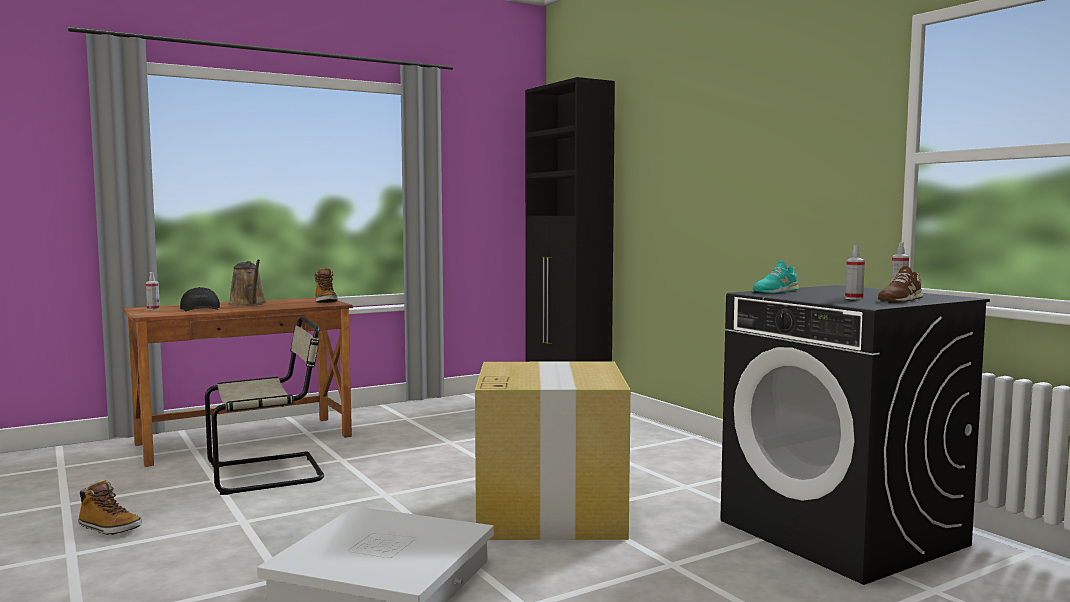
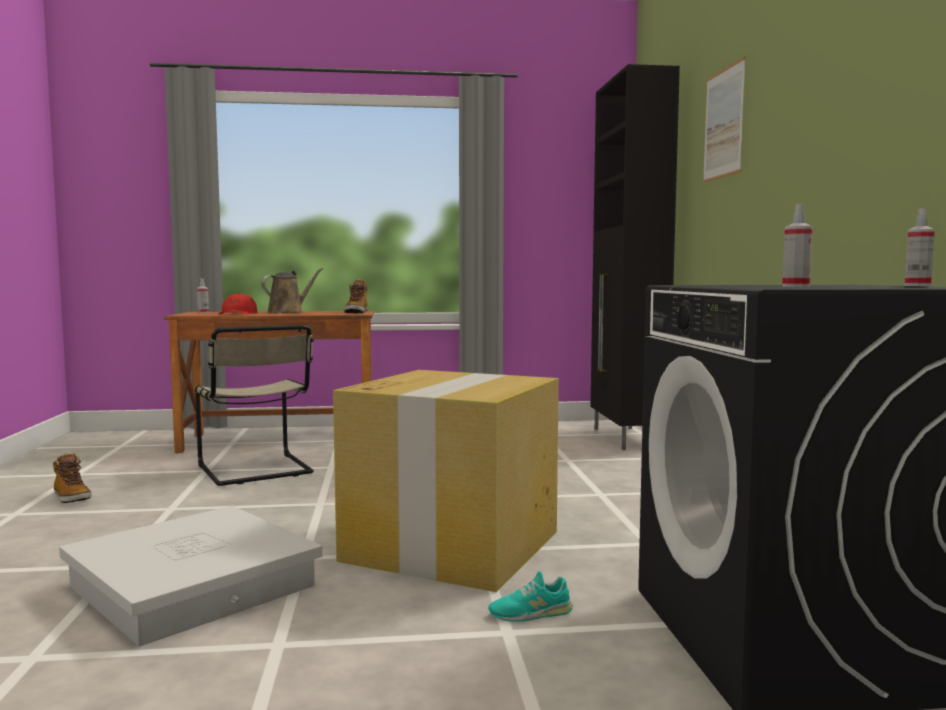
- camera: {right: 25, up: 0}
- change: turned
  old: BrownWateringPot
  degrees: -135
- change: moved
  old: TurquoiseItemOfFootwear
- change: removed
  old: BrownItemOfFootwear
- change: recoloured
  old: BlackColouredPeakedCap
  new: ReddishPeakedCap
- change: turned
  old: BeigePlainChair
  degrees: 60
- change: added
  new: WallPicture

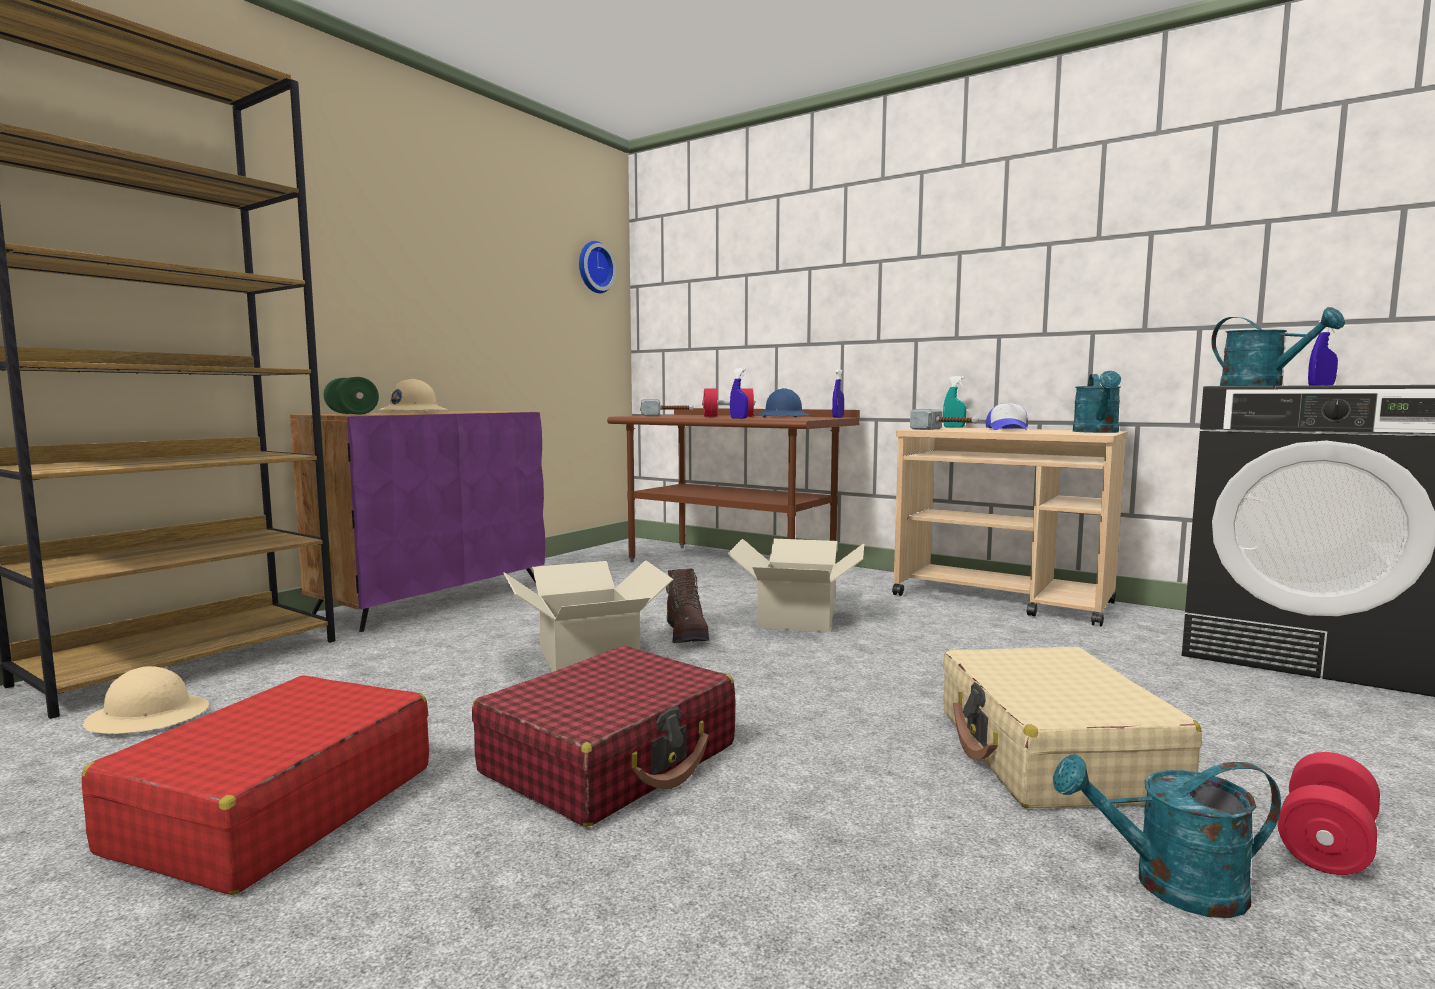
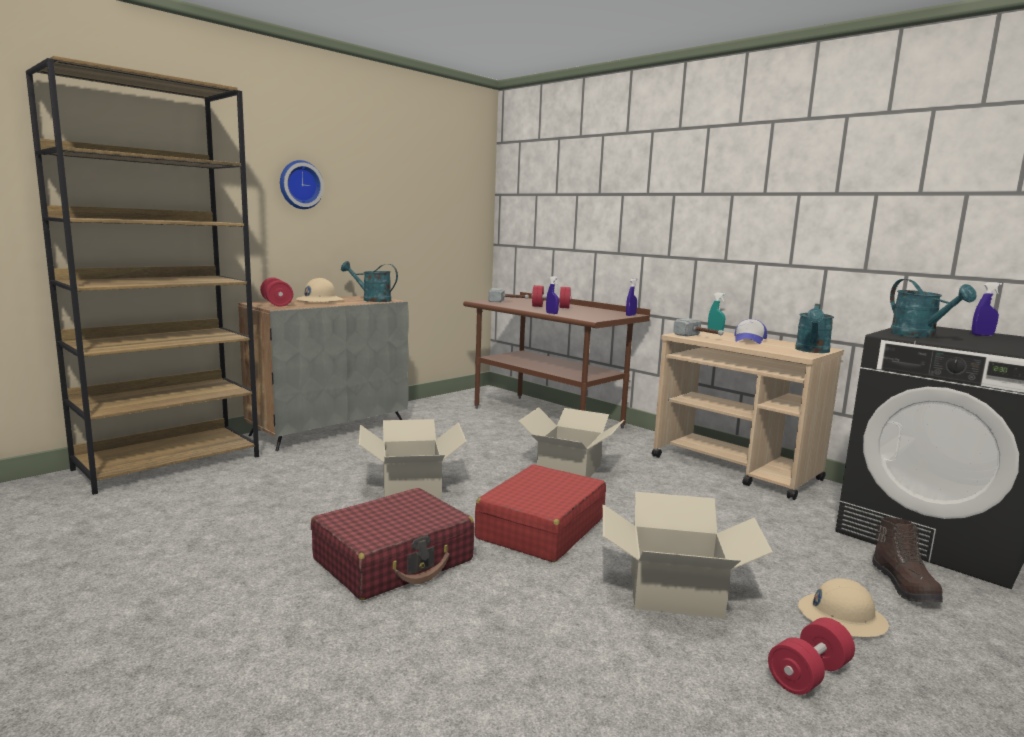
- camera: {right: 10, up: 5}
- change: moved
  old: ClockOnTheWall
- change: recoloured
  old: GreenColouredFreeWeight
  new: ReddishFreeWeight (1st from left)
- change: removed
  old: BluishHardHat
- change: recoloured
  old: PurplishCupboard
  new: GreyCupboard
- change: moved
  old: BrownTallBoot
- change: replaced
  old: BeigeTravelCase
  new: PackingBox (3rd from left)
- change: moved
  old: BeigeHardHat (1st from left in the first image)
  new: BeigeHardHat (2nd from left)
- change: moved
  old: ReddishTravelCase (1st from left in the first image)
  new: ReddishTravelCase (2nd from left)
- change: moved
  old: TurquoiseWateringPot (2nd from left in the first image)
  new: TurquoiseWateringPot (1st from left)

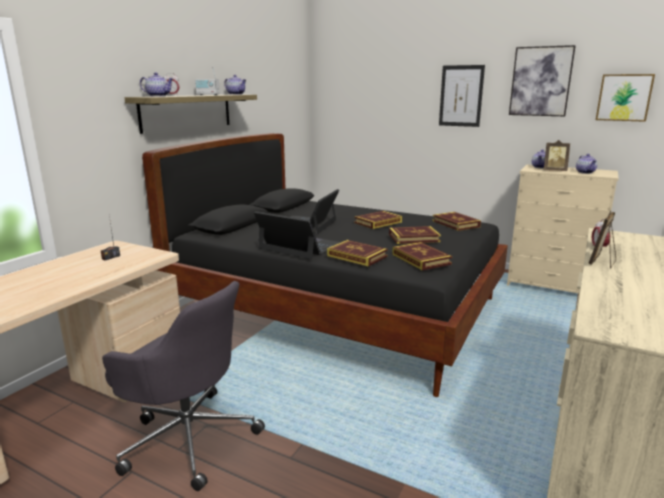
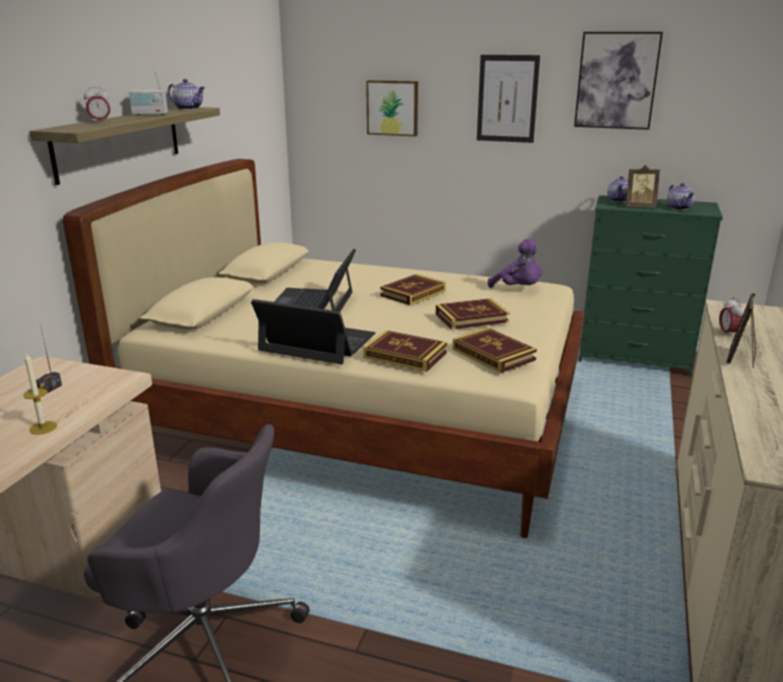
- camera: {right: -10, up: 5}
- change: removed
  old: PotForTea (1st from left)
- change: moved
  old: WallPicture (3rd from left in the first image)
  new: WallPicture (1st from left)
- change: recoloured
  old: BlackColouredBedroomBed
  new: BeigeBedroomBed
- change: recoloured
  old: BeigeDrawerChest (1st from left)
  new: GreenColouredDrawerChest
- change: replaced
  old: BoundBook (5th from left)
  new: PurplishPlushToy
- change: added
  new: Candle

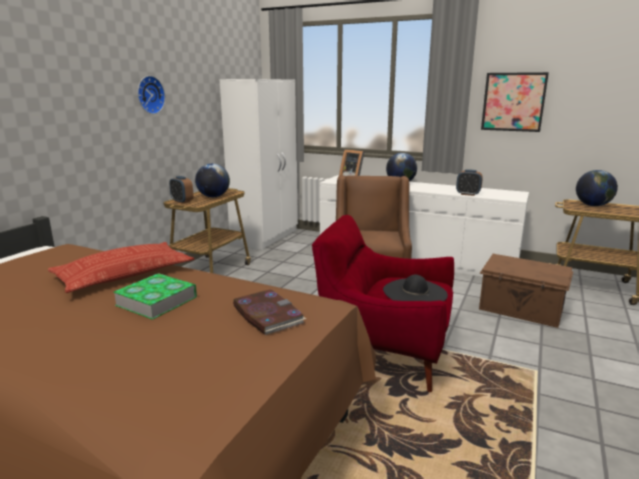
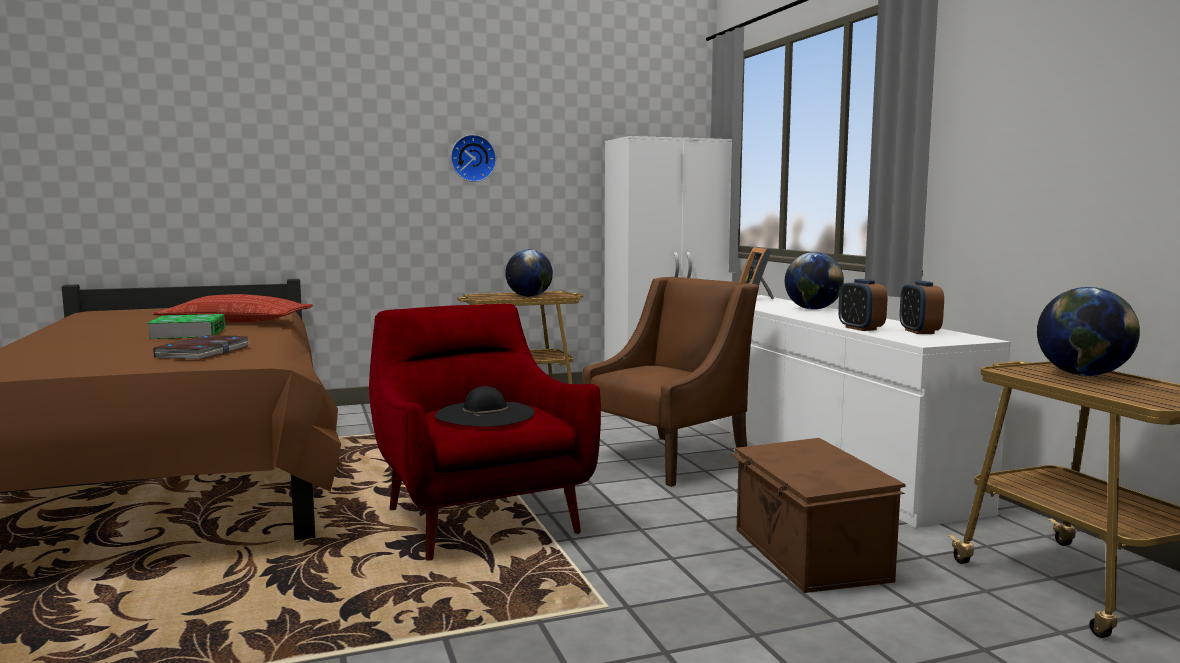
- camera: {right: 45, up: -10}
- change: removed
  old: WallPicture
- change: moved
  old: AlarmClock (1st from left in the first image)
  new: AlarmClock (2nd from left)

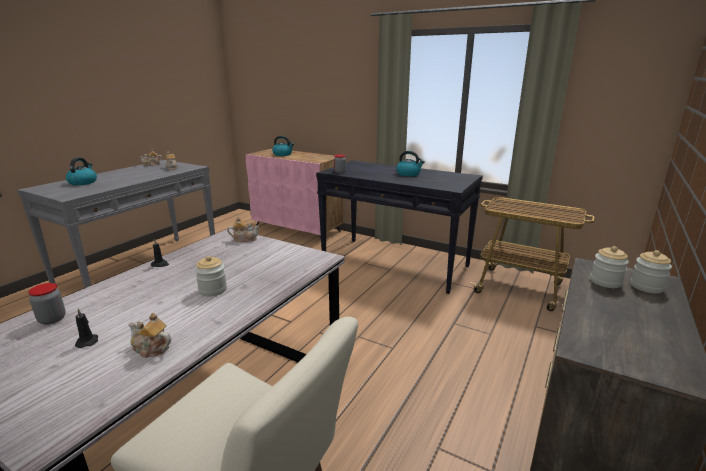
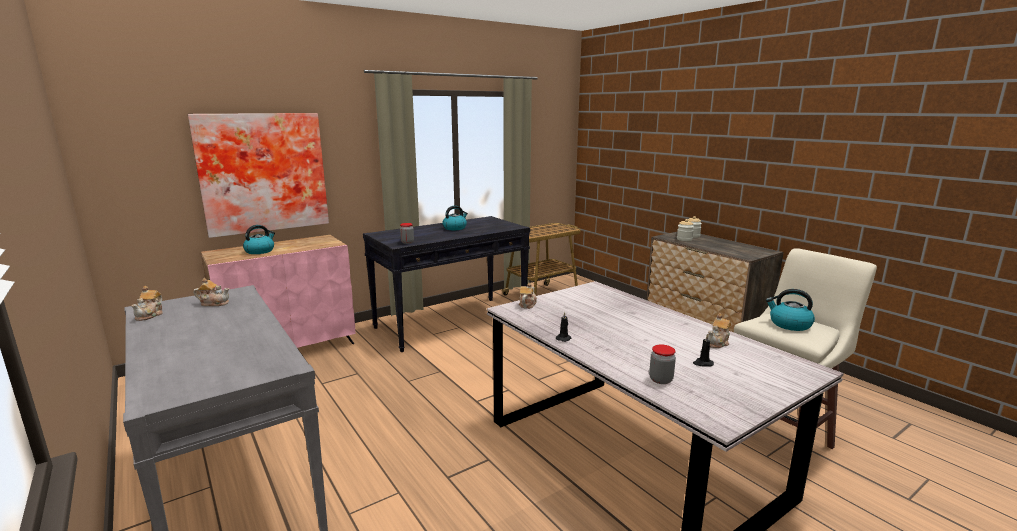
- camera: {right: -65, up: -5}
- change: moved
  old: Kettle (1st from left in the first image)
  new: Kettle (3rd from left)
- change: removed
  old: PreserveJar (2nd from left)
- change: added
  new: WallPicture

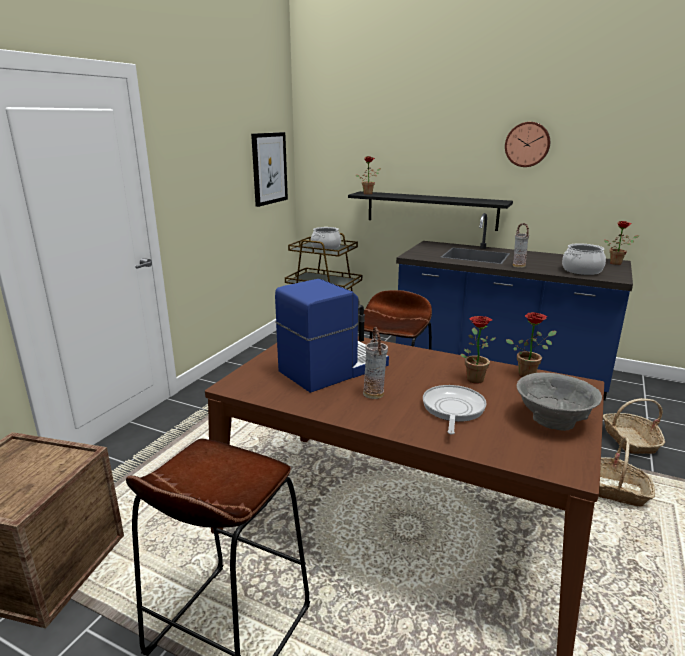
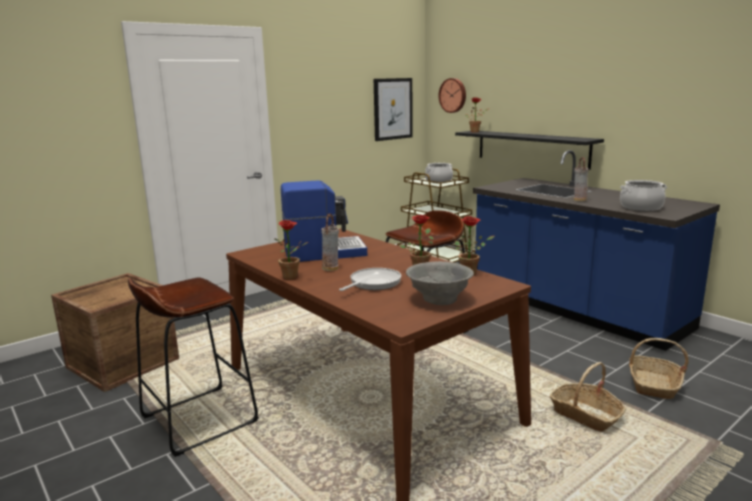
- camera: {right: 25, up: -5}
- change: moved
  old: ClockOnTheWall
- change: moved
  old: PottedPlant (4th from left in the first image)
  new: PottedPlant (1st from left)

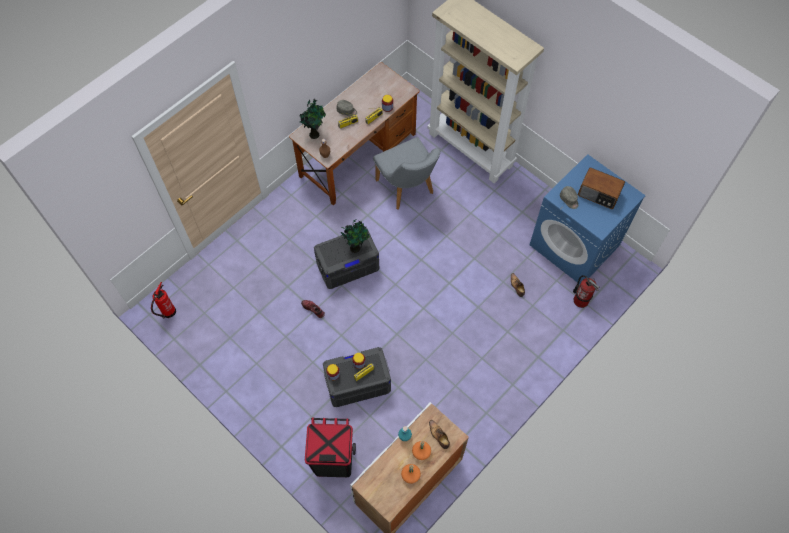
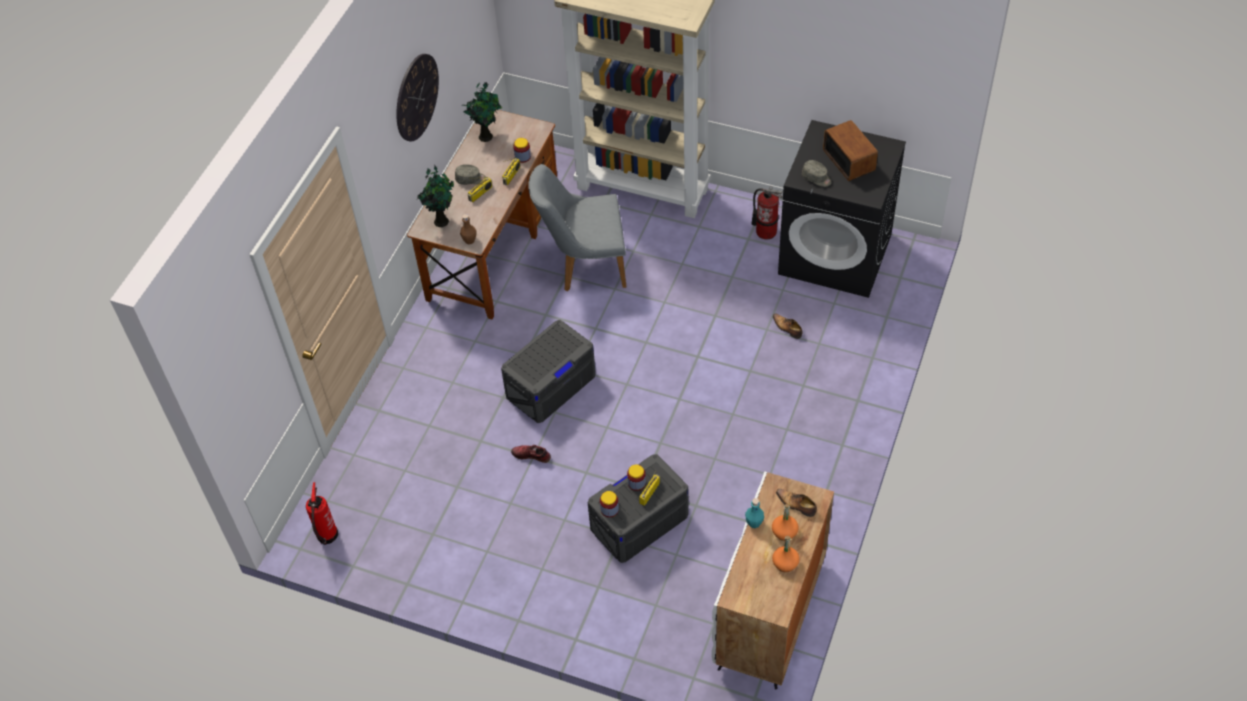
- camera: {right: -20, up: -10}
- change: turned
  old: GreyPlainChair
  degrees: 135
- change: recoloured
  old: BluishWashingMachine
  new: BlackColouredWashingMachine
- change: turned
  old: RadioReceiver (4th from left)
  degrees: -120
- change: moved
  old: PottedPlant (2nd from left)
- change: moved
  old: Extinguisher (2nd from left)
- change: removed
  old: BlackColouredRubbishBin
- change: added
  new: ClockOnTheWall

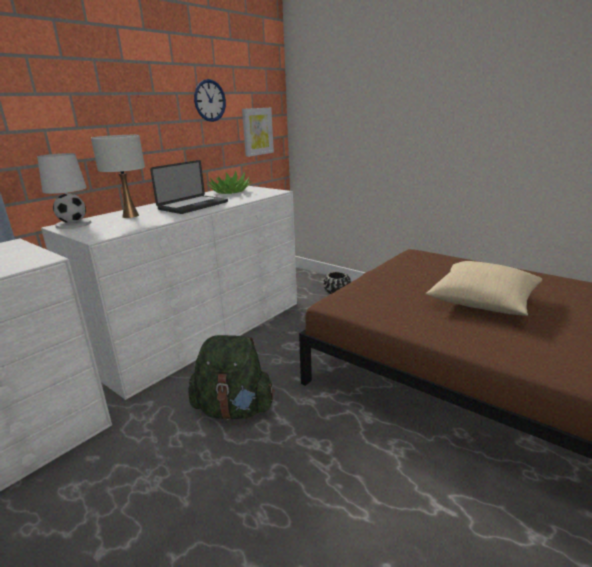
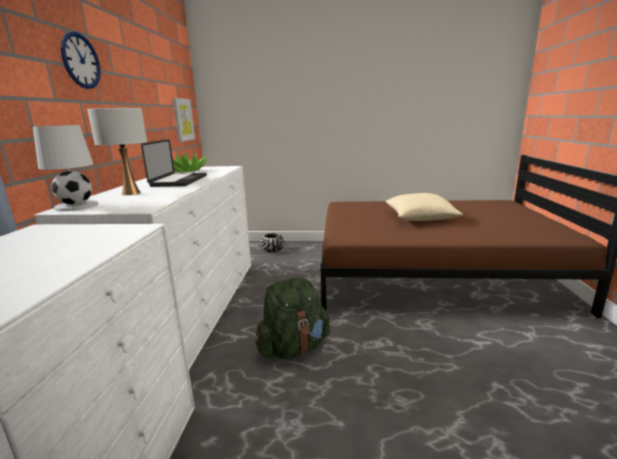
- camera: {right: -35, up: -5}
- change: moved
  old: ClockOnTheWall

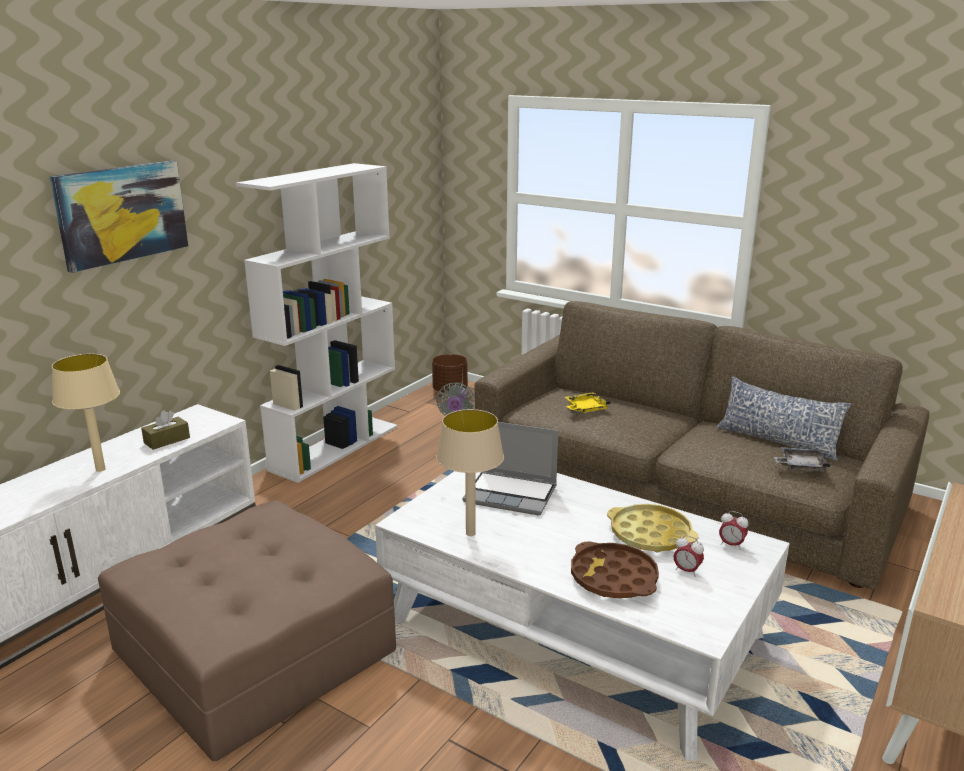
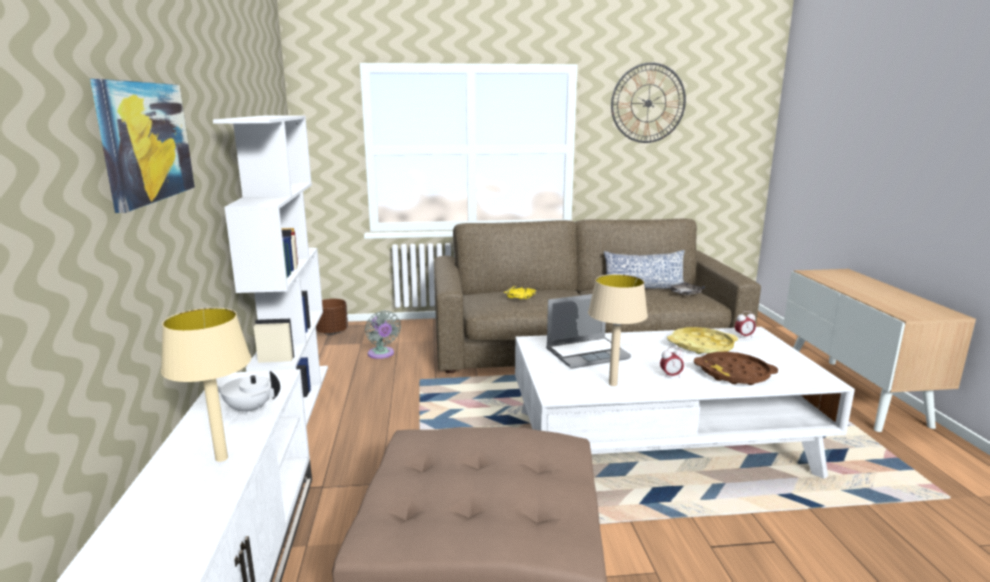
- camera: {right: -40, up: -5}
- change: replaced
  old: BrownBoxOfTissues
  new: WhitePotForTea
- change: moved
  old: AlarmClock (1st from left)
- change: added
  new: ClockOnTheWall

